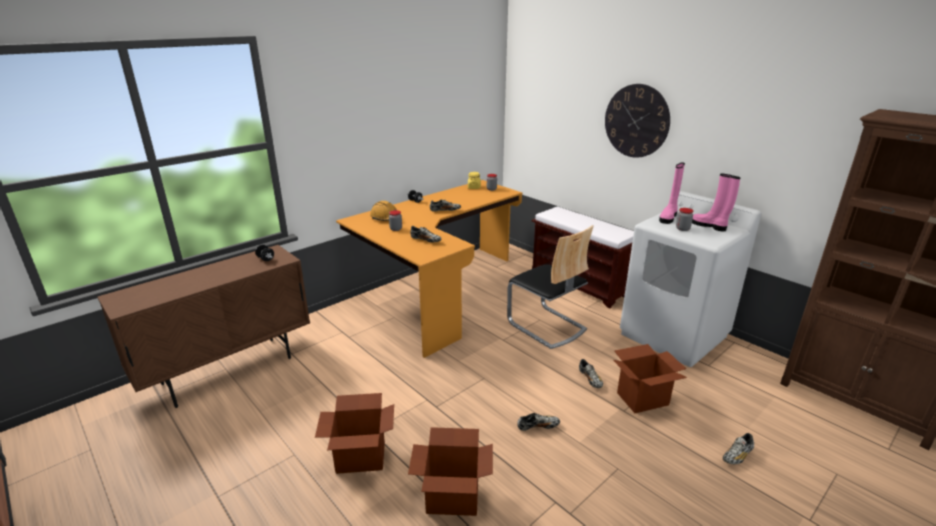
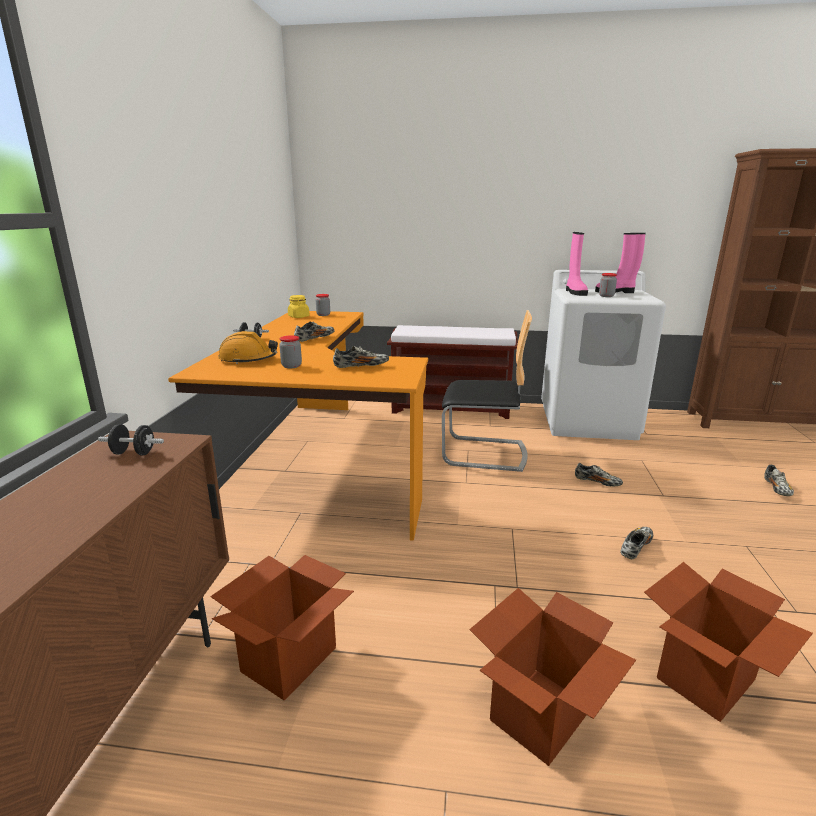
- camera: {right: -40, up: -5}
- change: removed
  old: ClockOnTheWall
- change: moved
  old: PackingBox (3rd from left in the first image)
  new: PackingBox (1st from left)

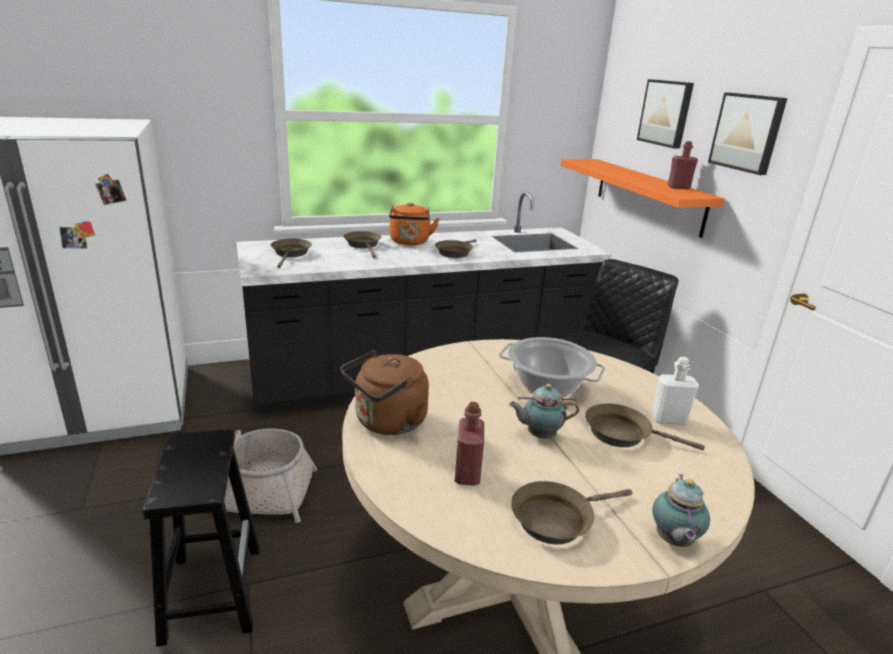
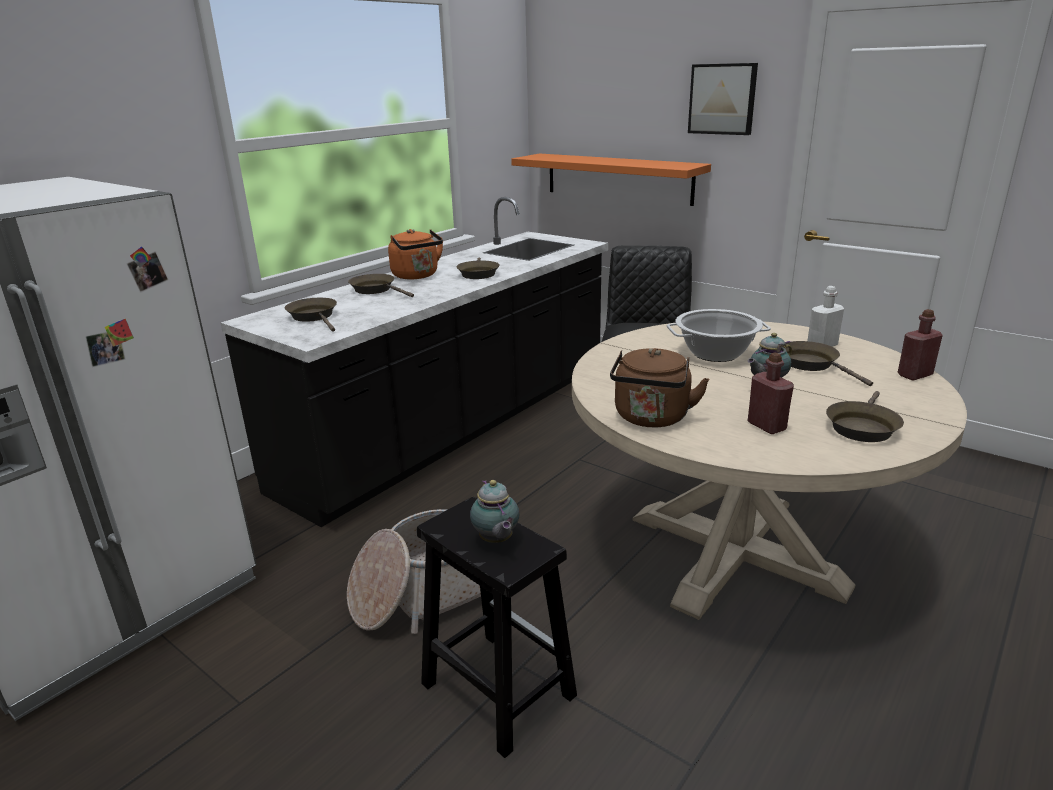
- camera: {right: -30, up: 0}
- change: removed
  old: WallPicture (1st from left)
- change: moved
  old: ReddishBeverageBottle (2nd from left)
- change: turned
  old: BrownSkillet (5th from left in the first image)
  degrees: 75
- change: moved
  old: PotForTea (2nd from left in the first image)
  new: PotForTea (1st from left)

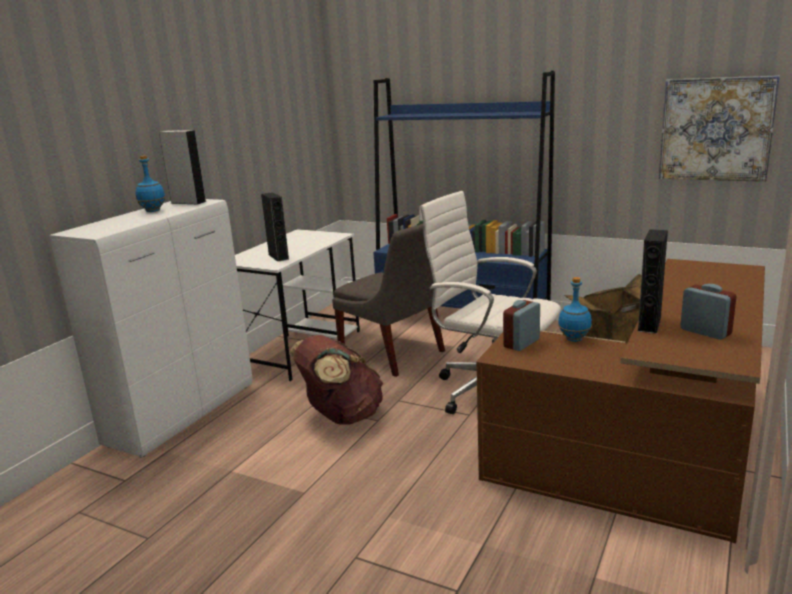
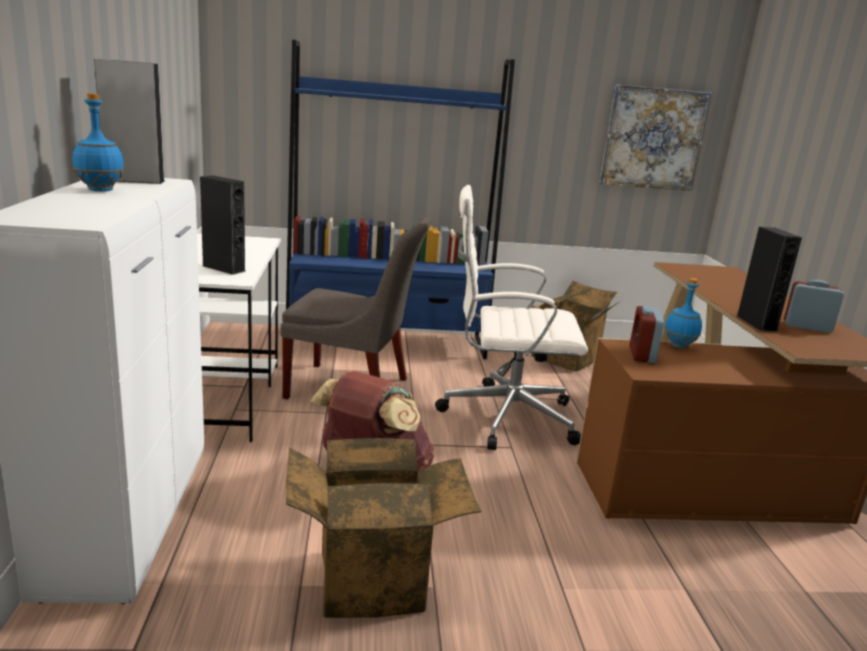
- camera: {right: -35, up: 0}
- change: added
  new: PackingBox (1st from left)

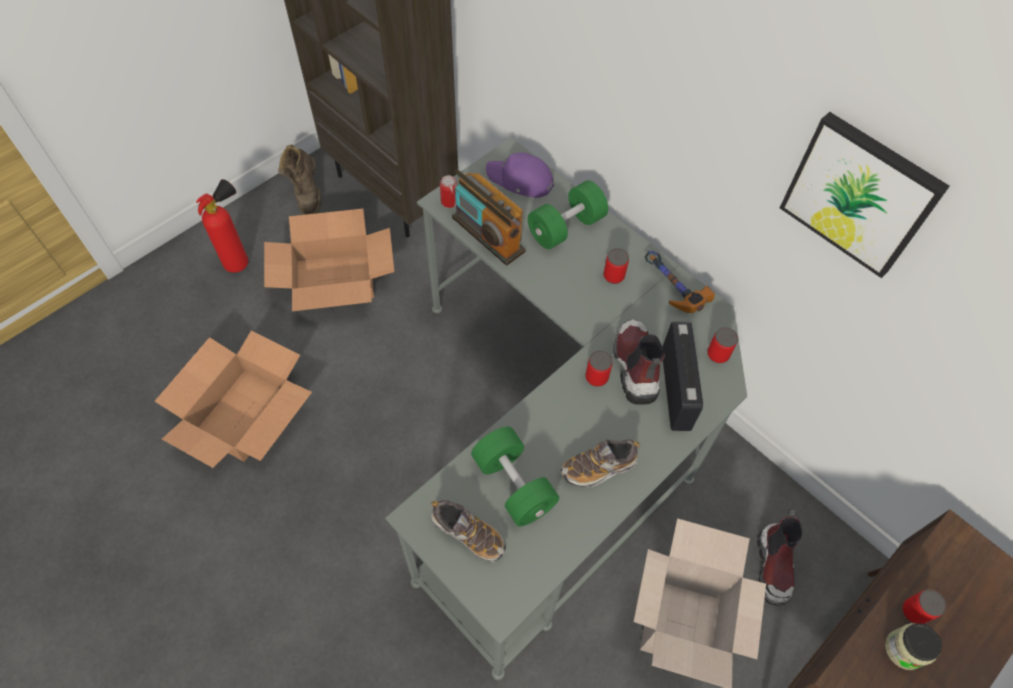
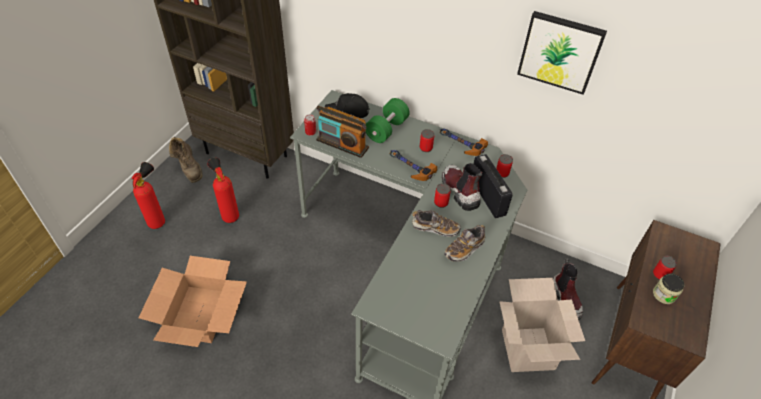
- camera: {right: -20, up: -10}
- change: recoloured
  old: PurplishPeakedCap
  new: BlackColouredPeakedCap
- change: replaced
  old: PackingBox (2nd from left)
  new: Extinguisher (2nd from left)
- change: removed
  old: GreenColouredFreeWeight (1st from left)
- change: moved
  old: ItemOfFootwear (1st from left)
- change: added
  new: HandHammer (1st from left)

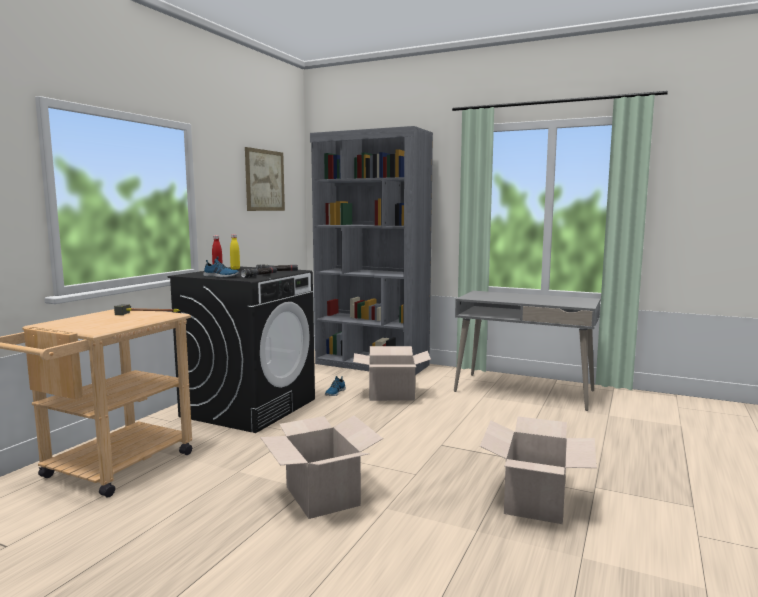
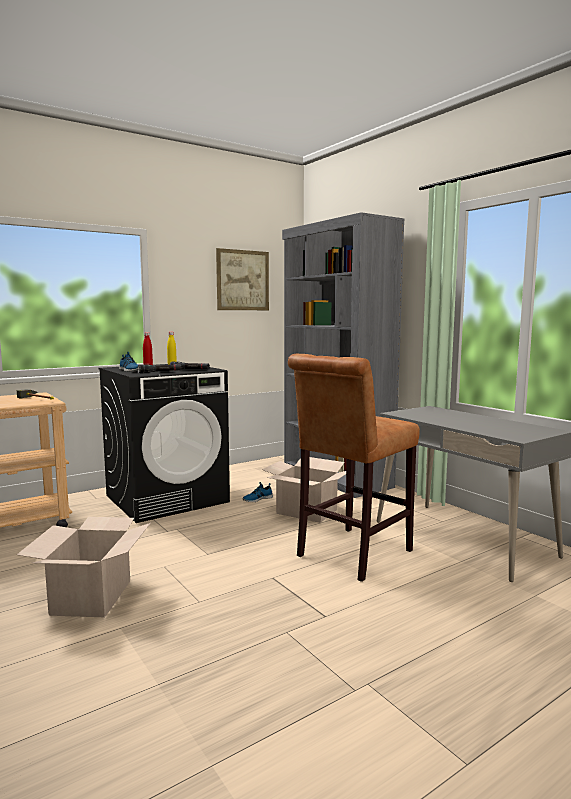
- camera: {right: 30, up: 0}
- change: removed
  old: PackingBox (3rd from left)
- change: added
  new: BrownStool

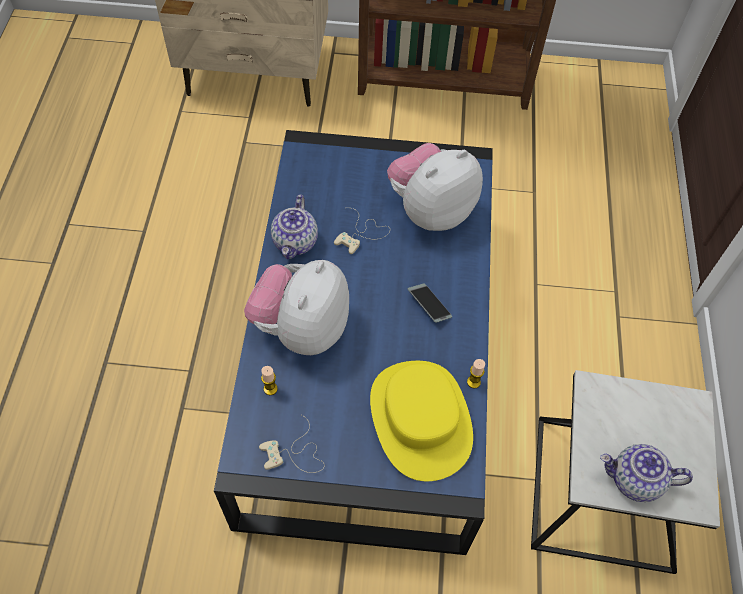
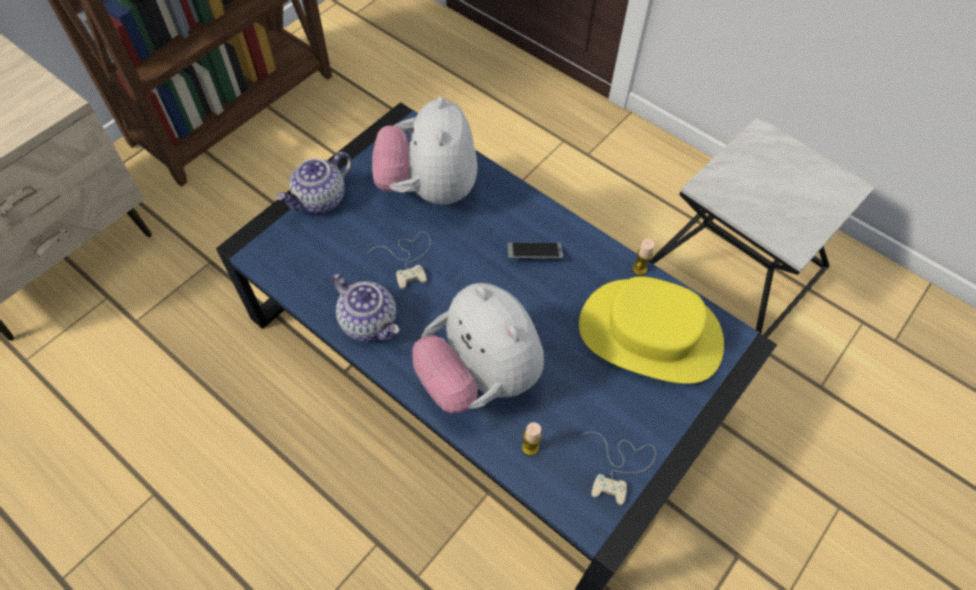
- camera: {right: -55, up: 0}
- change: moved
  old: PotForTea (2nd from left in the first image)
  new: PotForTea (1st from left)

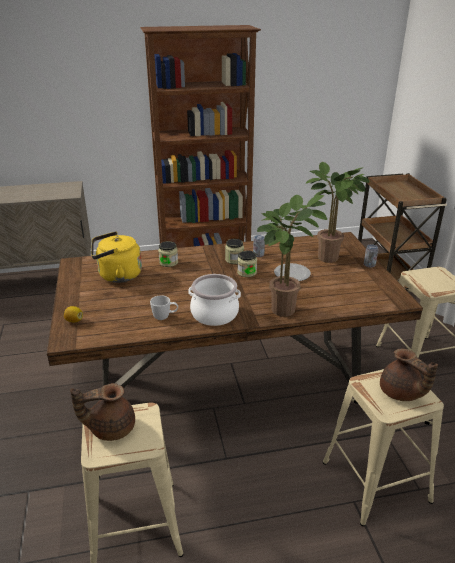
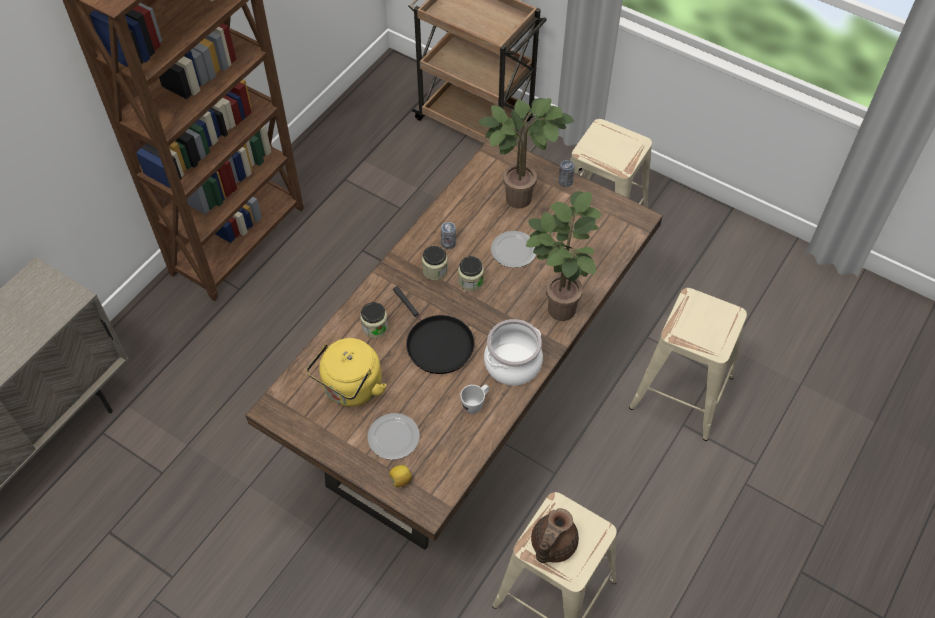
- camera: {right: -45, up: 25}
- change: removed
  old: BrownPotForTea (2nd from left)
- change: added
  new: BlackColouredSkillet
- change: added
  new: FlatDish (1st from left)

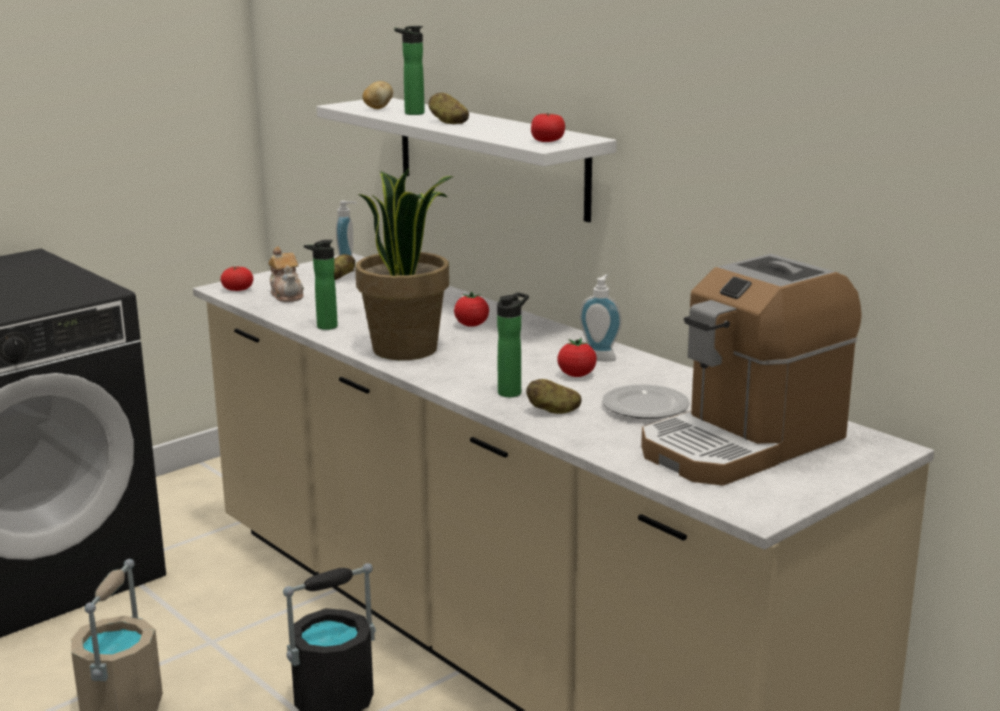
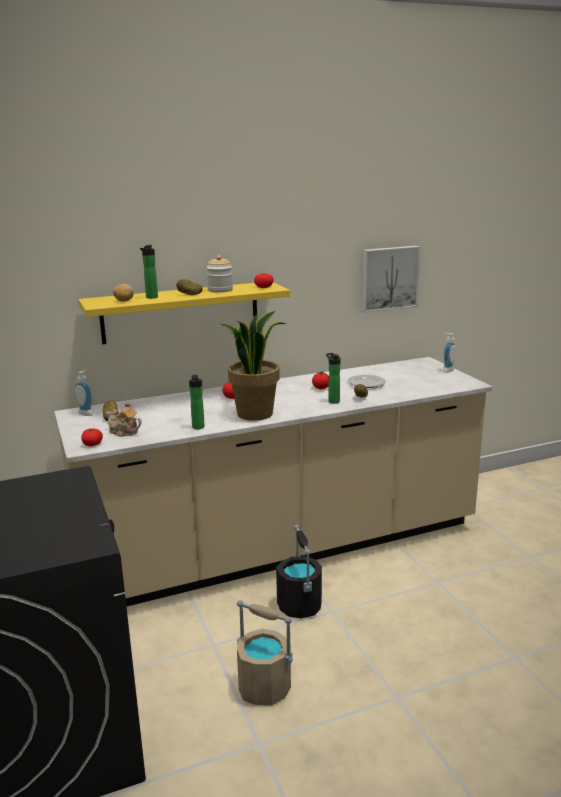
- camera: {right: -70, up: 0}
- change: recoloured
  old: WhiteWallShelf
  new: YellowWallShelf
- change: turned
  old: PotForTea
  degrees: -150
- change: removed
  old: CoffeeMachine
- change: moved
  old: SoapDispenser (2nd from left)
- change: added
  new: WallPicture
- change: added
  new: PreserveJar

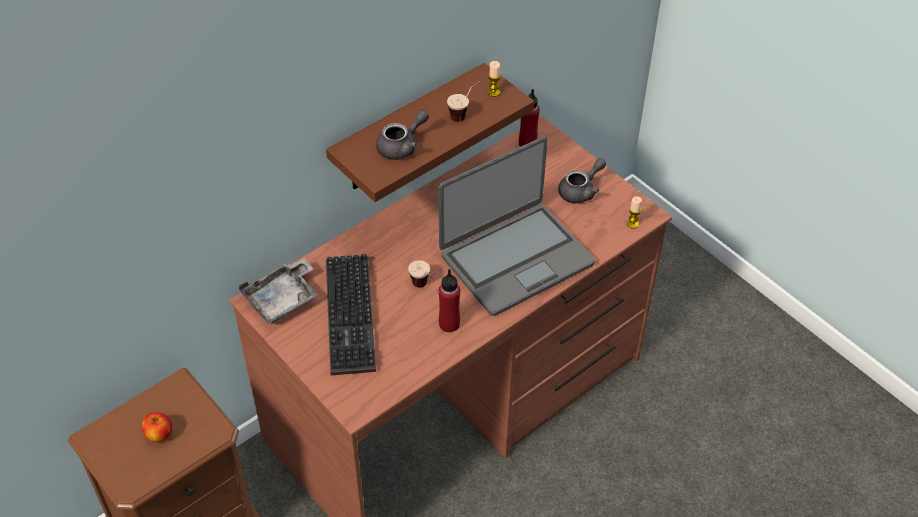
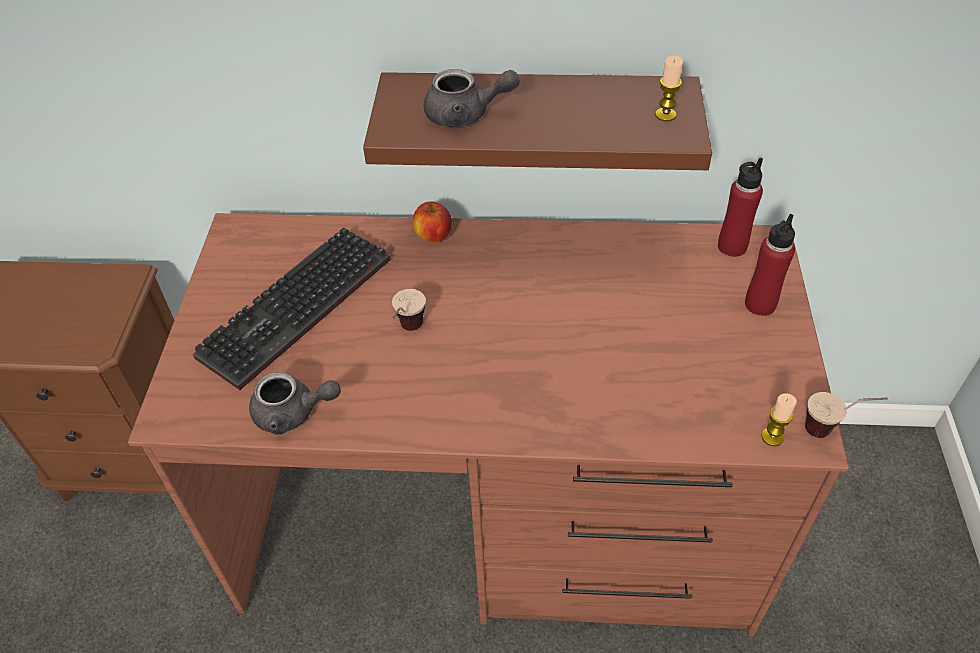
- camera: {right: 45, up: 0}
- change: moved
  old: DrinkingCup (2nd from left)
- change: removed
  old: PortableComputer
- change: moved
  old: GreyPotForTea (2nd from left in the first image)
  new: GreyPotForTea (1st from left)
- change: removed
  old: GreyCarryingTray
- change: moved
  old: ReddishBeverageBottle (1st from left in the first image)
  new: ReddishBeverageBottle (2nd from left)
- change: moved
  old: AppleFruit

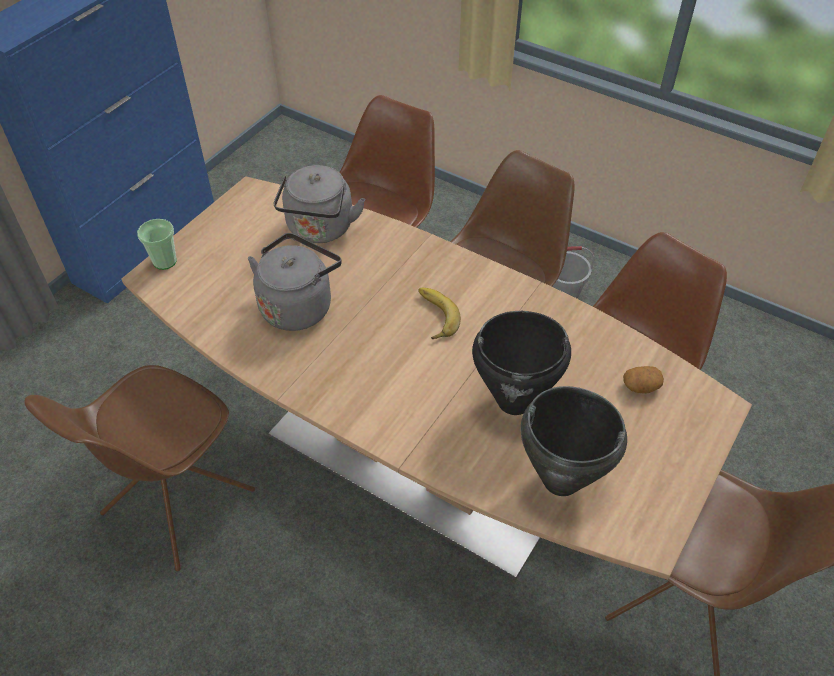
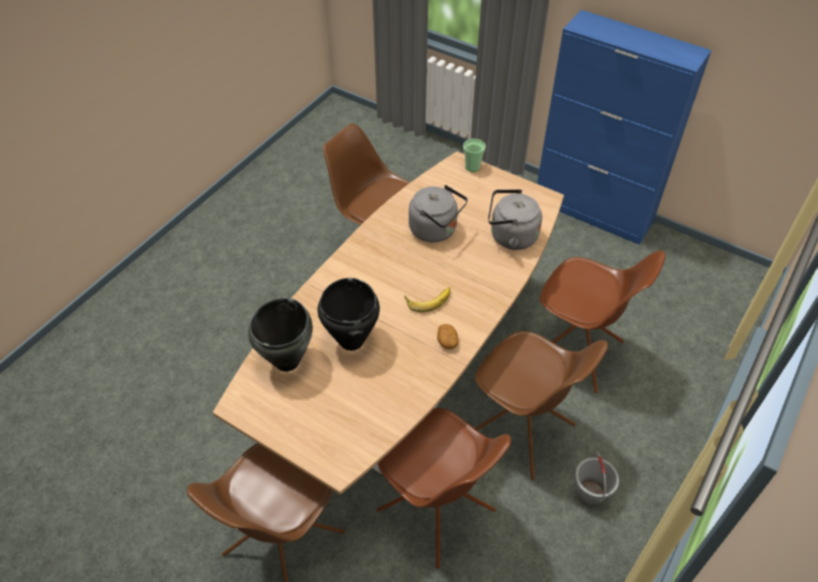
- camera: {right: 90, up: 0}
- change: moved
  old: WholePotato

